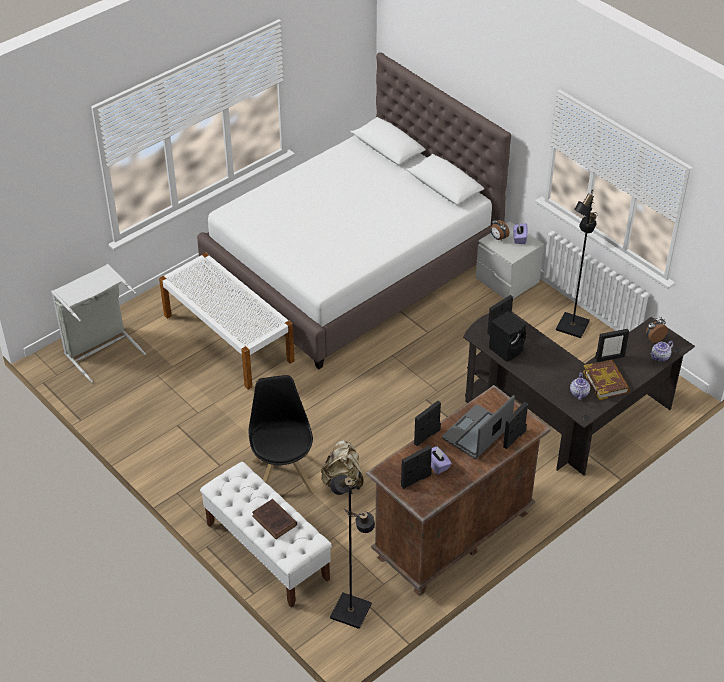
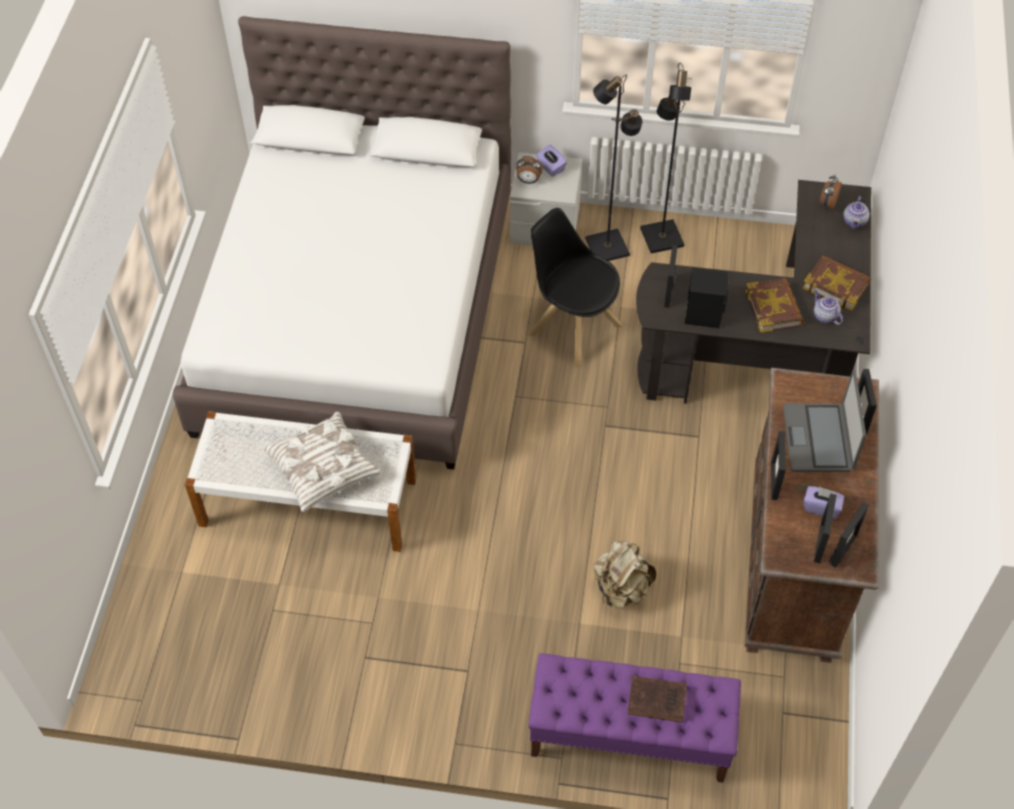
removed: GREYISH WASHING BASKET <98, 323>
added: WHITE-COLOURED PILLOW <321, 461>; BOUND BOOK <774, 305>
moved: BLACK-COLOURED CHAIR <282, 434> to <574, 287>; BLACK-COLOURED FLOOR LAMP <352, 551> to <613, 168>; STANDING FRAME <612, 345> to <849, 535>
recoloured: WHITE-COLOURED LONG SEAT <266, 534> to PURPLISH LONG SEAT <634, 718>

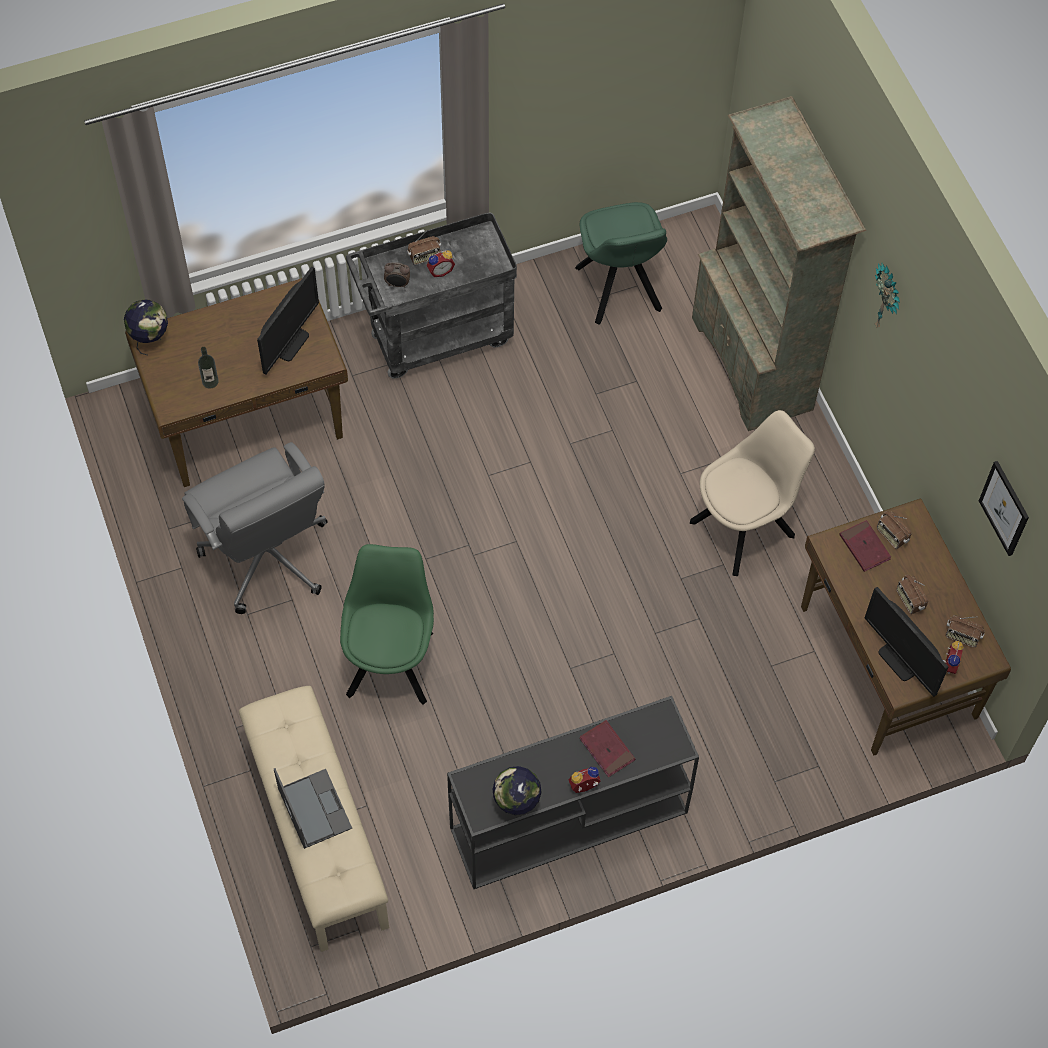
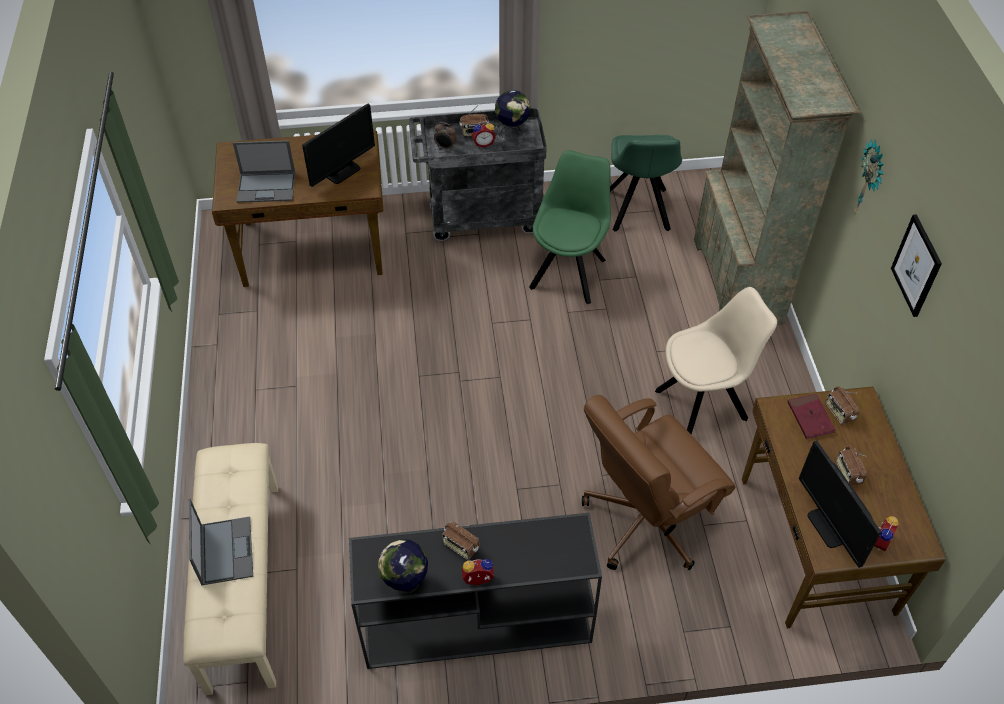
removed: GREYISH DESK CHAIR <255, 528>; RED BOUND BOOK <607, 748>
added: BROWN DESK CHAIR <659, 482>
moved: RADIO SET <965, 631> to <460, 541>; GLOBE <146, 327> to <512, 115>; GREEN-COLOURED CHAIR <387, 624> to <570, 227>; WALL ART <1004, 508> to <916, 265>
replaced: DRINK BOTTLE <208, 368> to NOTEBOOK COMPUTER <264, 171>

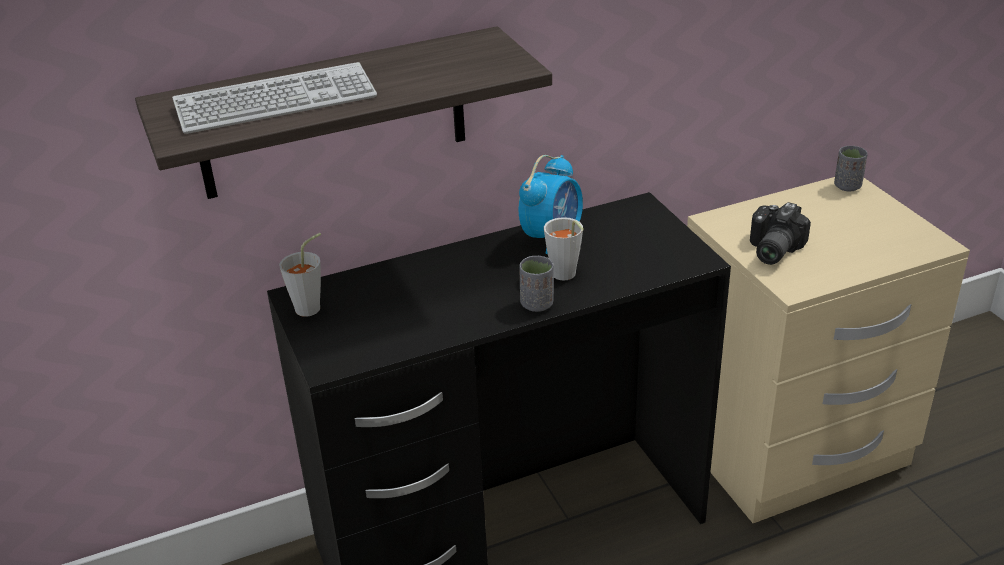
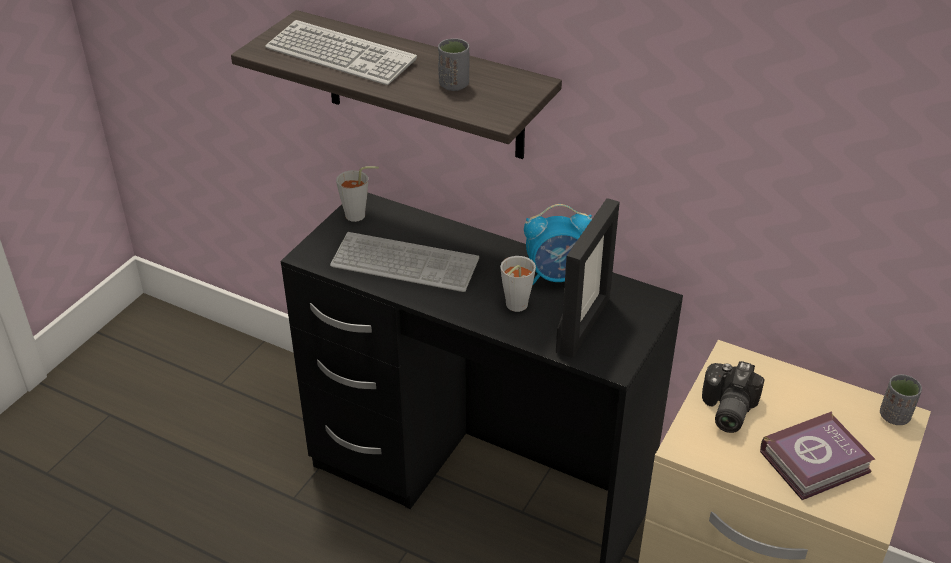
added: COMPUTER KEYBOARD <404, 262>; STANDING FRAME <588, 278>; BOUND BOOK <817, 455>
moved: GREYISH DRINKING CUP <536, 284> to <453, 64>
turned: STILL CAMERA <780, 233> = <733, 397> 60 degrees counterclockwise

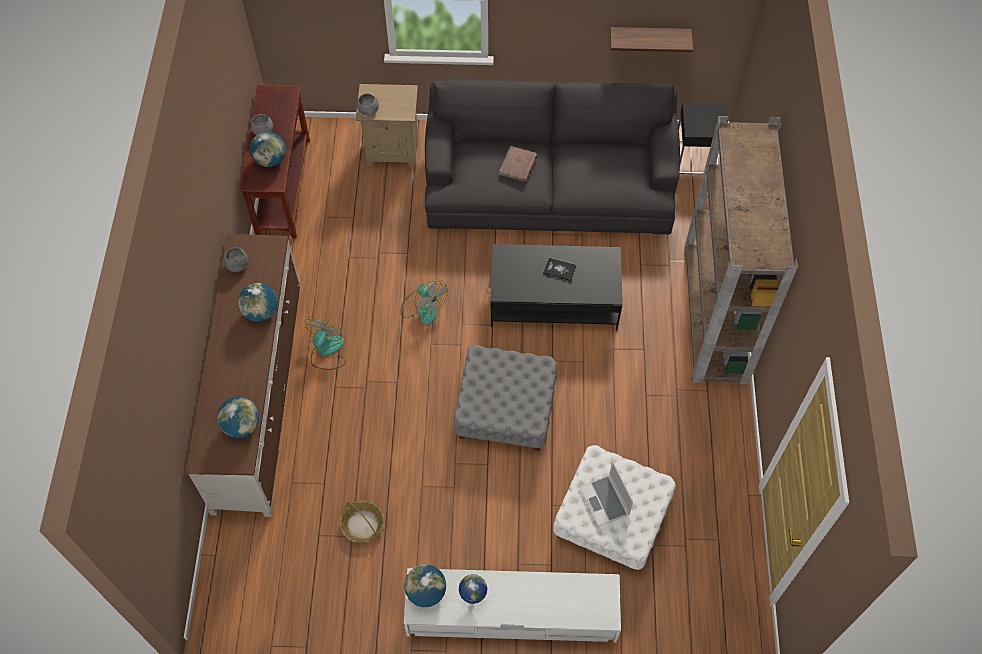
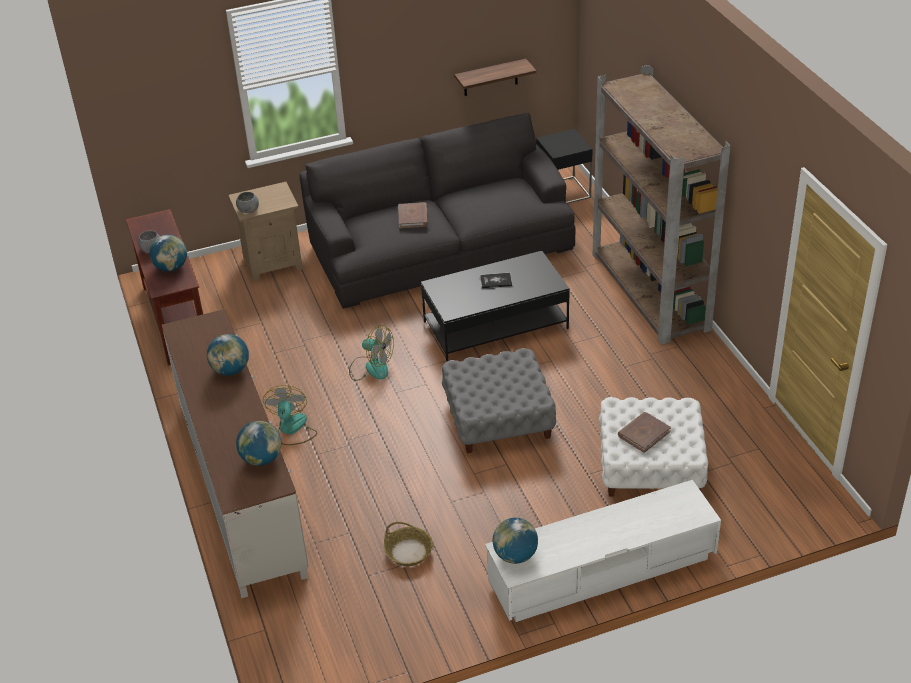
removed: GREYISH BOWL <235, 259>; GLOBE <473, 589>
replaced: NOTEBOOK COMPUTER <606, 494> to BROWN BOUND BOOK <644, 432>

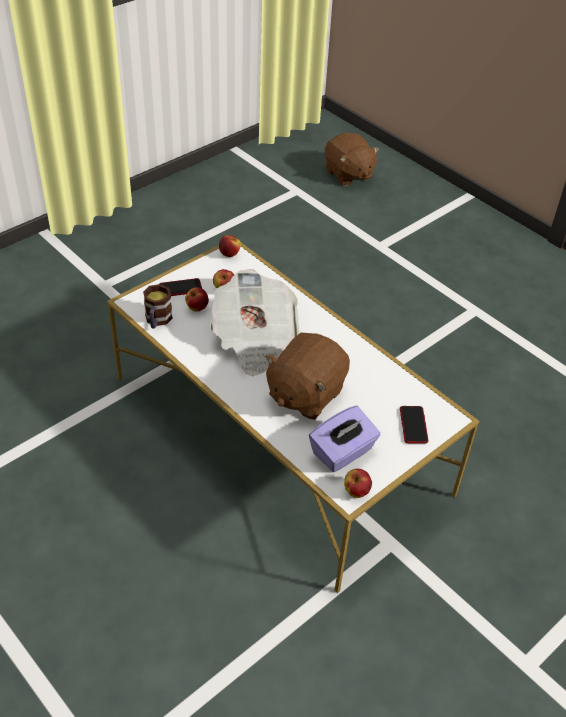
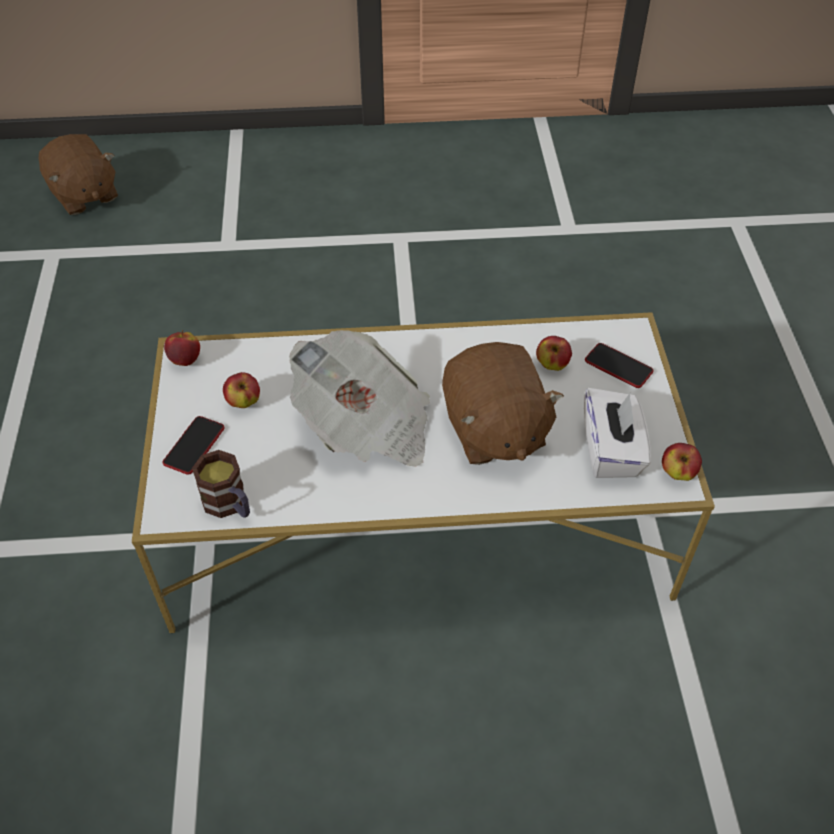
moved: APPLE <197, 299> to <554, 353>
recoloured: PURPLISH BOX OF TISSUES <344, 439> to WHITE-COLOURED BOX OF TISSUES <617, 433>
turned: BROWN SOFT TOY <352, 159> = <78, 174> 45 degrees clockwise

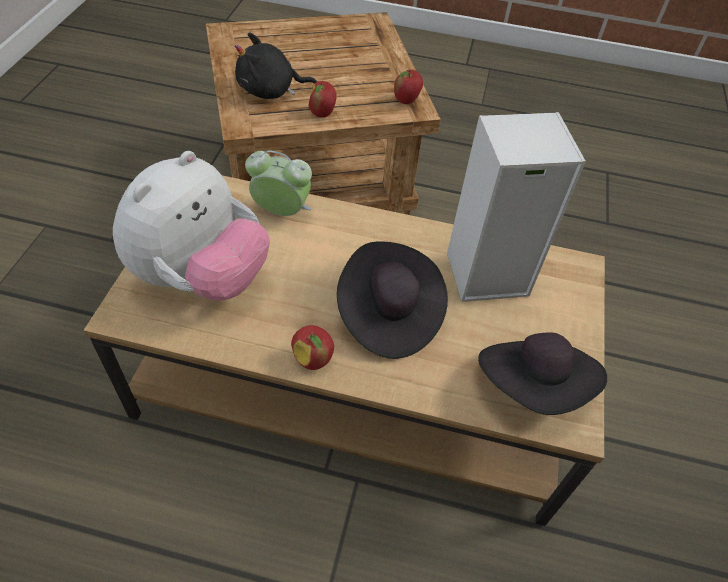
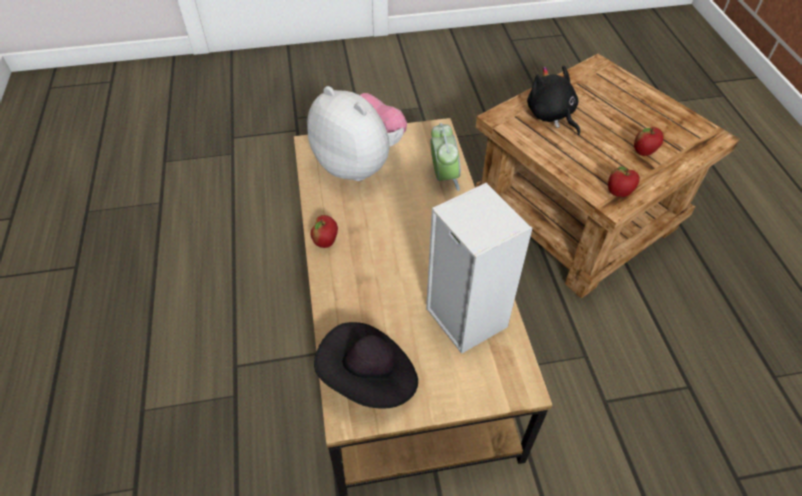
removed: BLACK-COLOURED HAT <392, 300>
moved: APPLE <323, 99> to <649, 141>
turned: SOFT TOY <191, 226> = <357, 133> 150 degrees counterclockwise

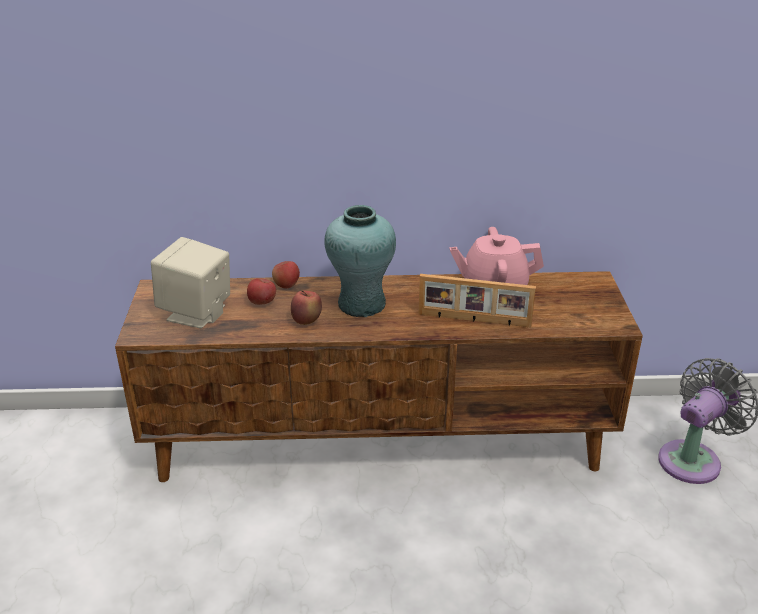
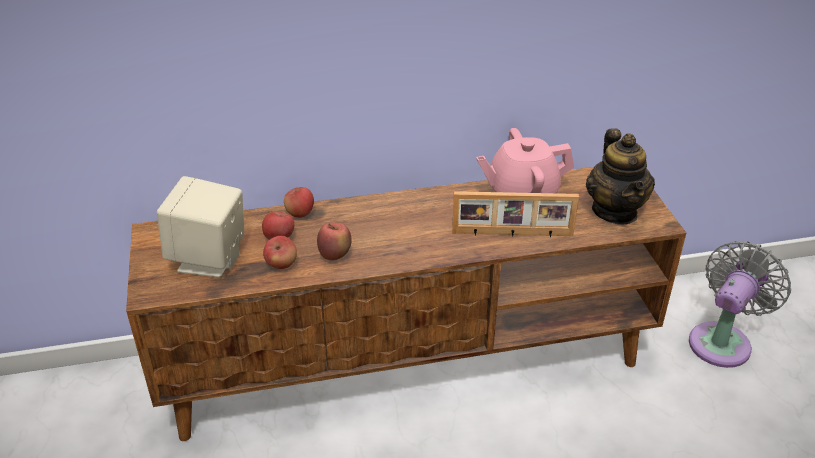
removed: BLUE-GREEN FLOWER VASE <360, 261>
added: APPLE <280, 252>; TEAPOT <620, 176>

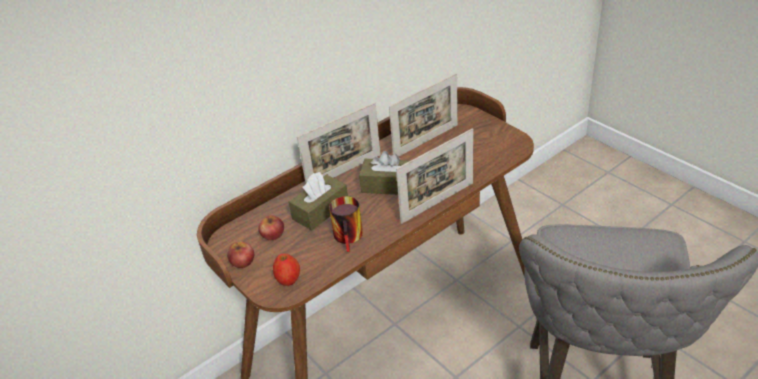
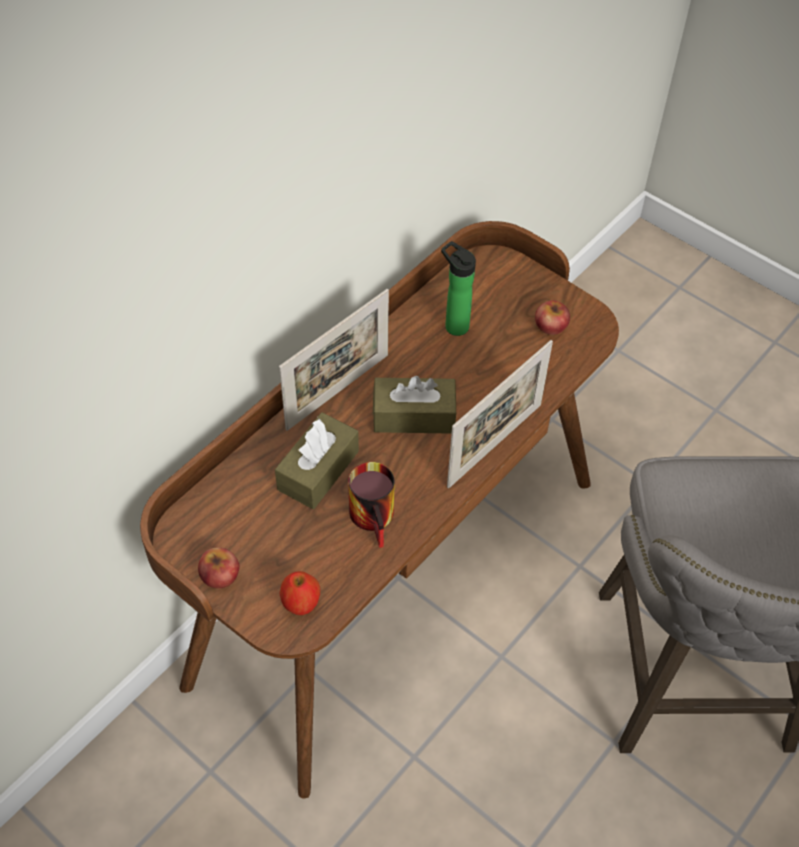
moved: APPLE <271, 227> to <552, 317>
replaced: STANDING FRAME <423, 115> to DRINK BOTTLE <458, 288>

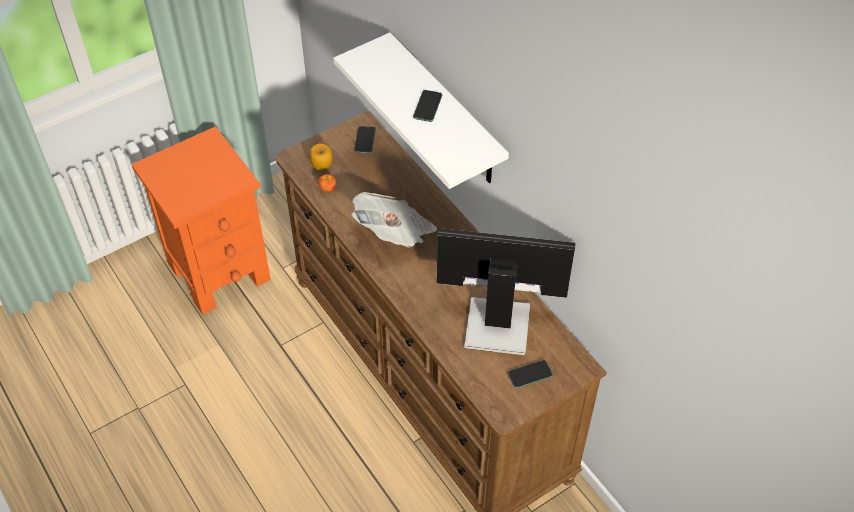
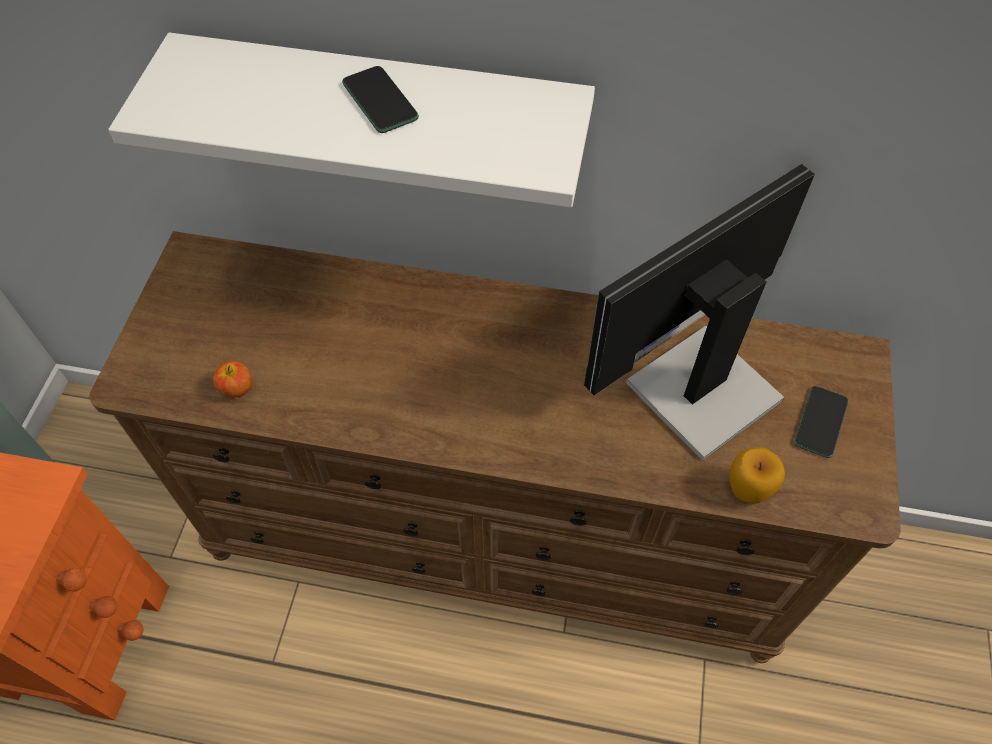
removed: PRINTED PAPER <394, 220>; TELEPHONE <365, 140>
moved: APPLE <321, 157> to <757, 475>

